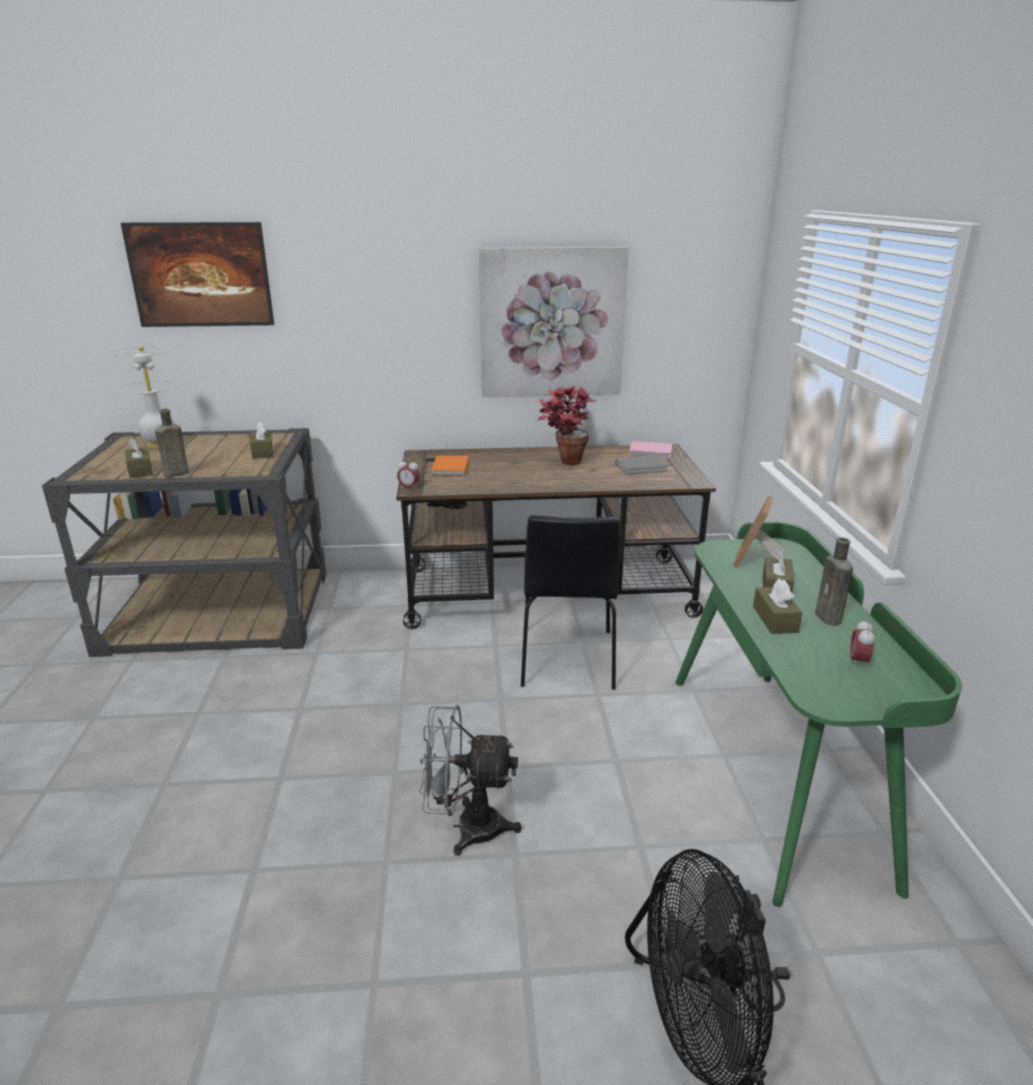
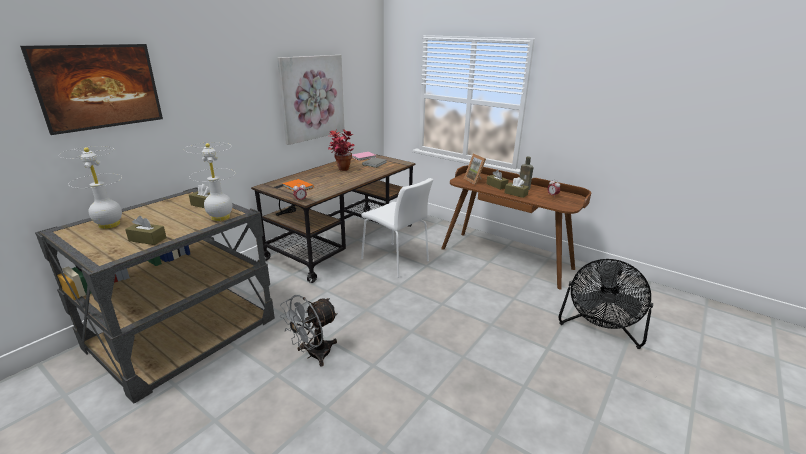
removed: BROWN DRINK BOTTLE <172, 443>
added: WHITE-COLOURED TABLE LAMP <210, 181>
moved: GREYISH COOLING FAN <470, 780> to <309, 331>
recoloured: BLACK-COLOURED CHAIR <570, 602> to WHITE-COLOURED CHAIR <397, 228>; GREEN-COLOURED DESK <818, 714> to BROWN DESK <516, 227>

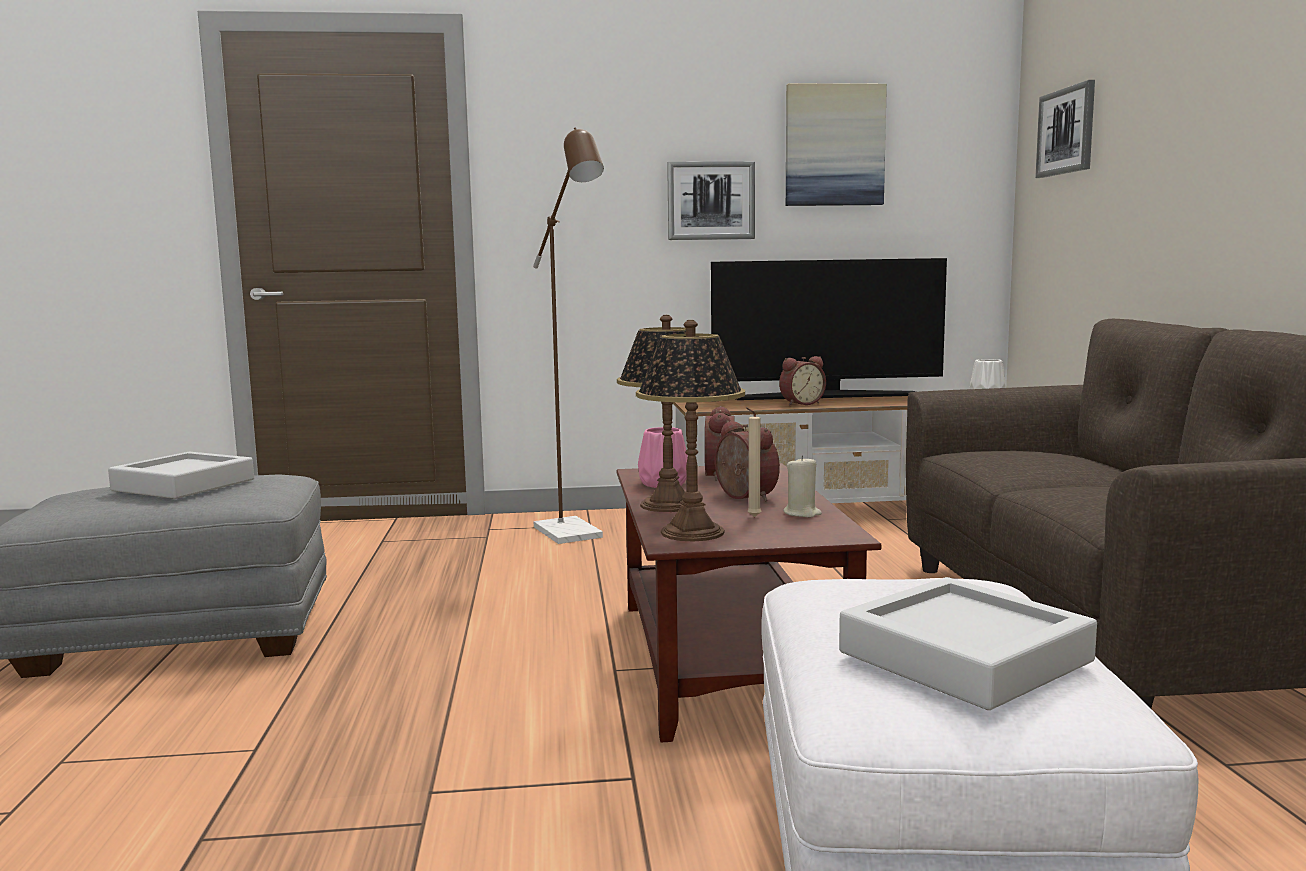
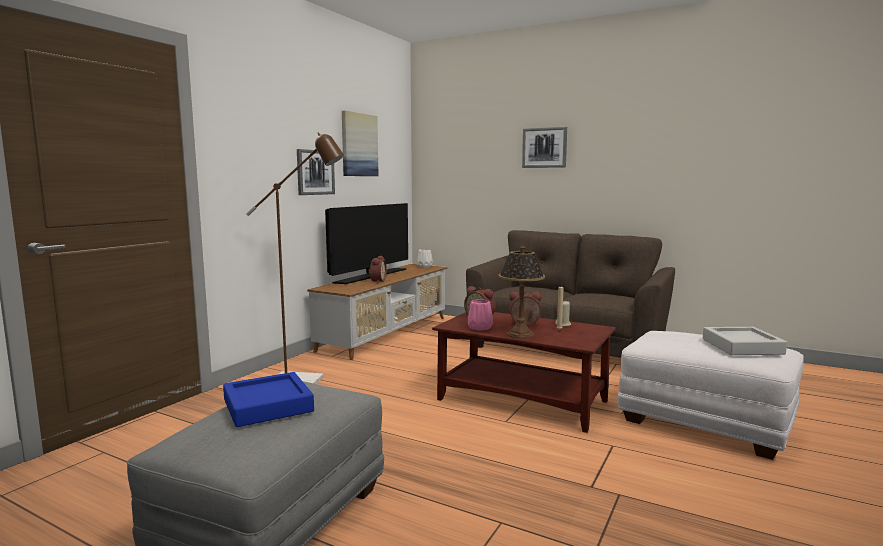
removed: TABLE LAMP <690, 430>
moved: WALL ART <1065, 129> to <544, 147>
recoloured: GREYISH CARRYING TRAY <181, 475> to BLUISH CARRYING TRAY <268, 399>

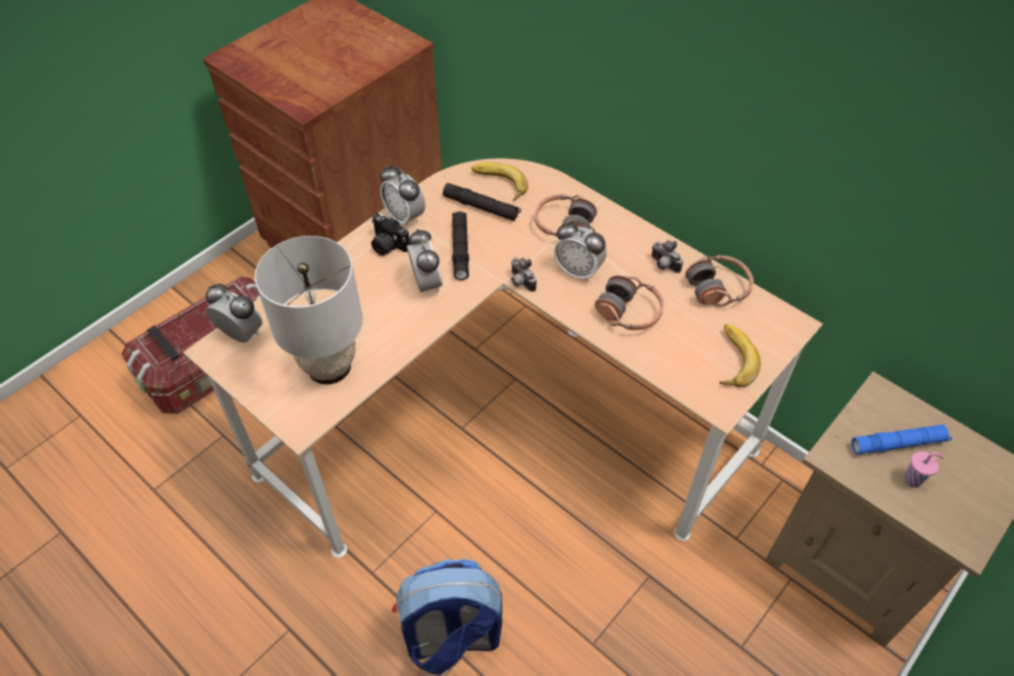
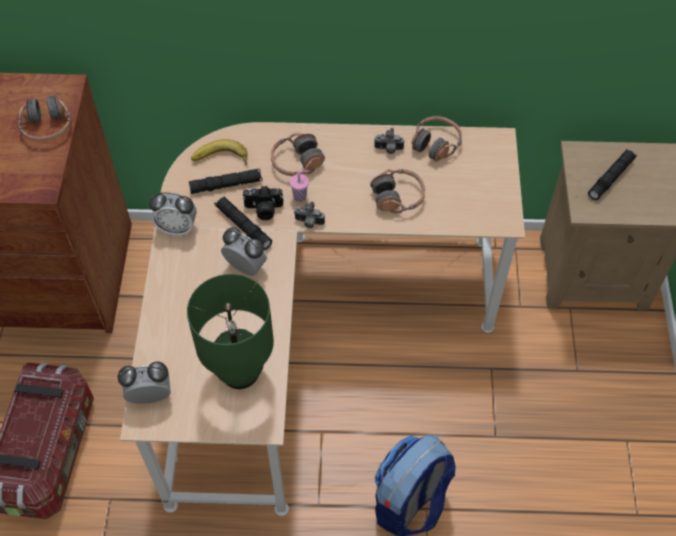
removed: TABLE CLOCK <580, 251>; WHOLE BANANA <740, 355>
added: PAIR OF HEADPHONES <44, 118>
moved: STILL CAMERA <390, 234> to <263, 203>; PINK-COLOURED DRINKING CUP <924, 469> to <299, 186>
recoloured: WHITE-COLOURED TABLE LAMP <309, 310> to GREEN-COLOURED TABLE LAMP <230, 331>; BLUISH TORCH <901, 439> to BLACK-COLOURED TORCH <612, 174>

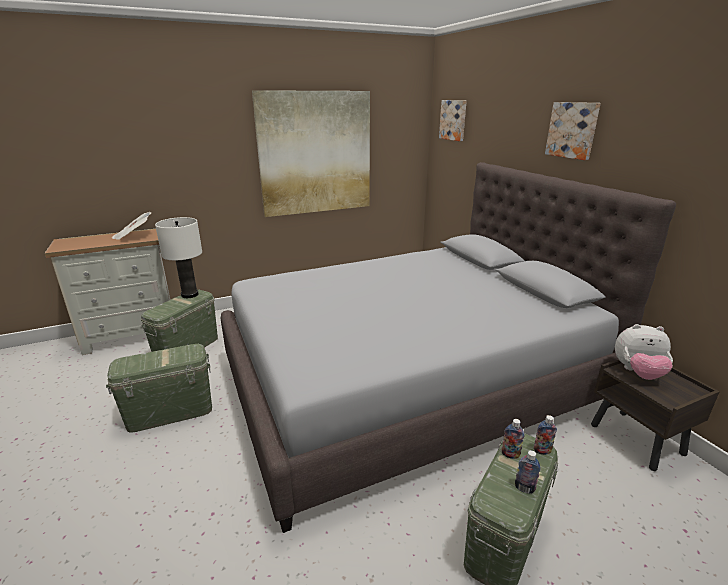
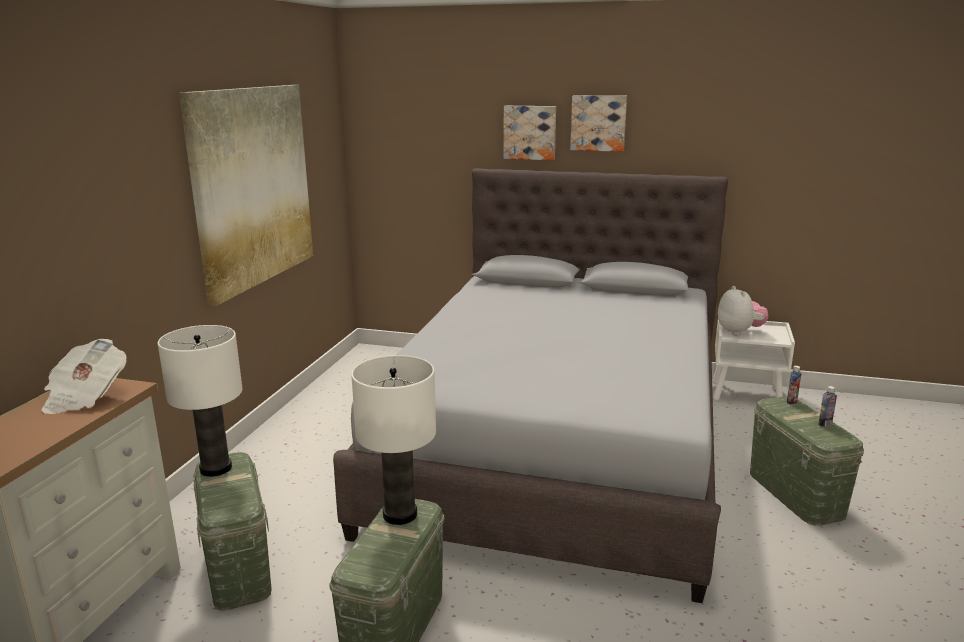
removed: DRINK BOTTLE <512, 439>
added: WHITE-COLOURED TABLE LAMP <393, 440>
moved: WALL ART <453, 120> to <529, 133>
recoloured: BROWN NIGHTSTAND <655, 415> to WHITE-COLOURED NIGHTSTAND <754, 360>
turned: SOFT TOY <644, 352> = <743, 311> 60 degrees counterclockwise

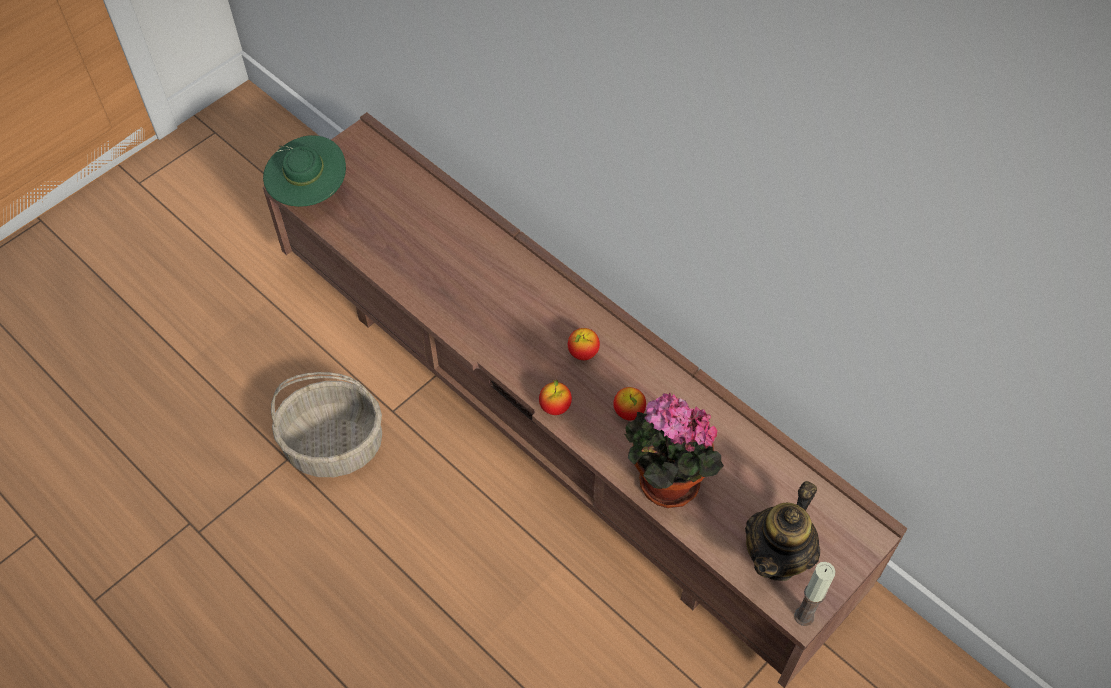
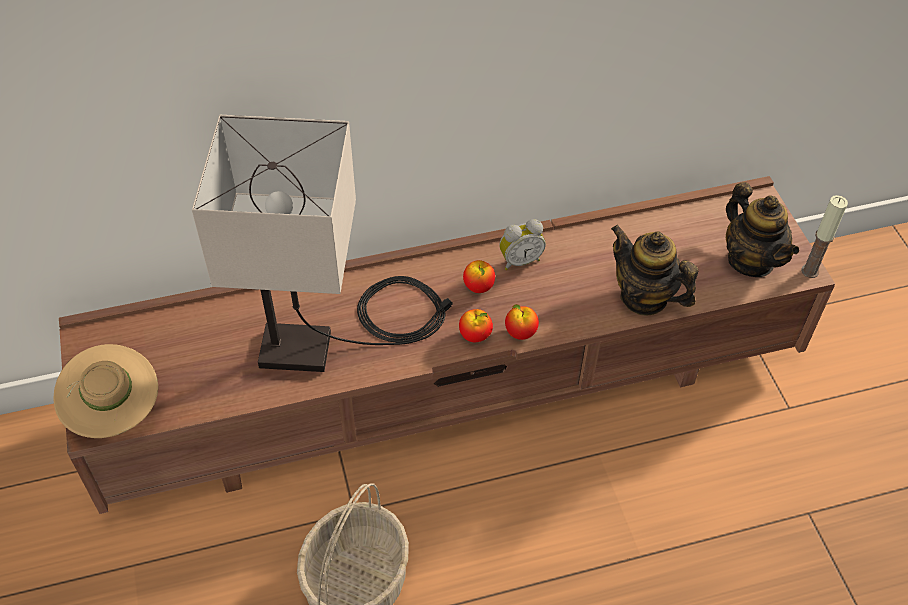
added: TABLE LAMP <322, 243>; TABLE CLOCK <522, 244>
moved: APPLE <629, 404> to <476, 325>
replaced: HOUSEPLANT <674, 450> to TEAPOT <654, 270>
recoloured: GREEN-COLOURED HAT <304, 171> to SAND-COLOURED HAT <105, 391>

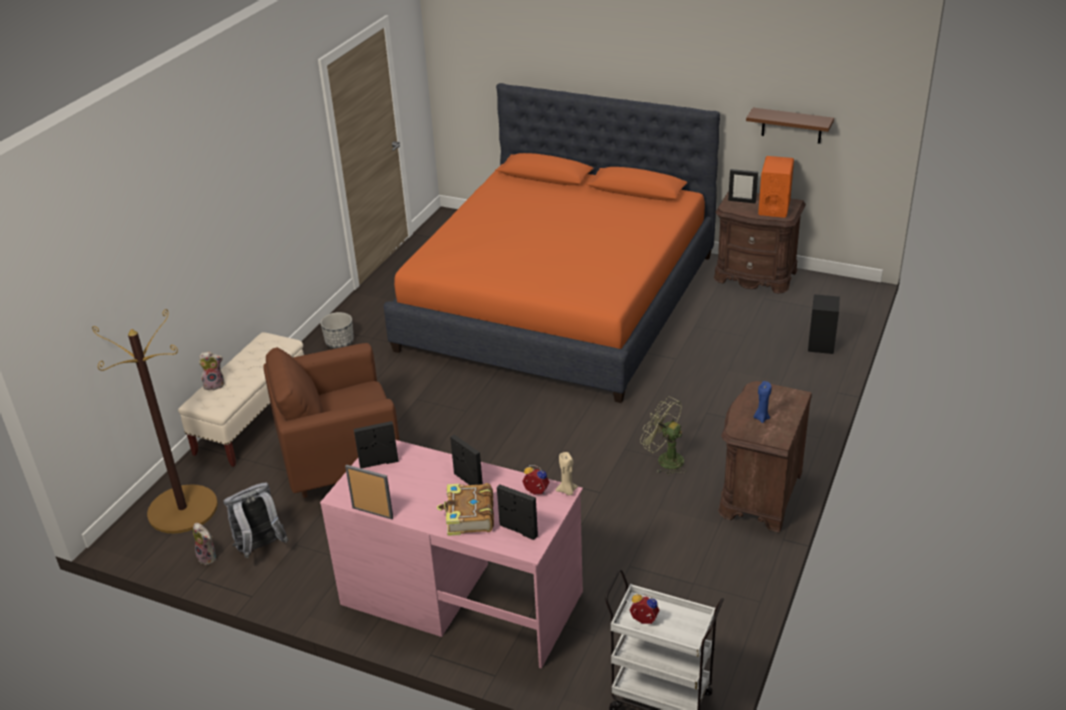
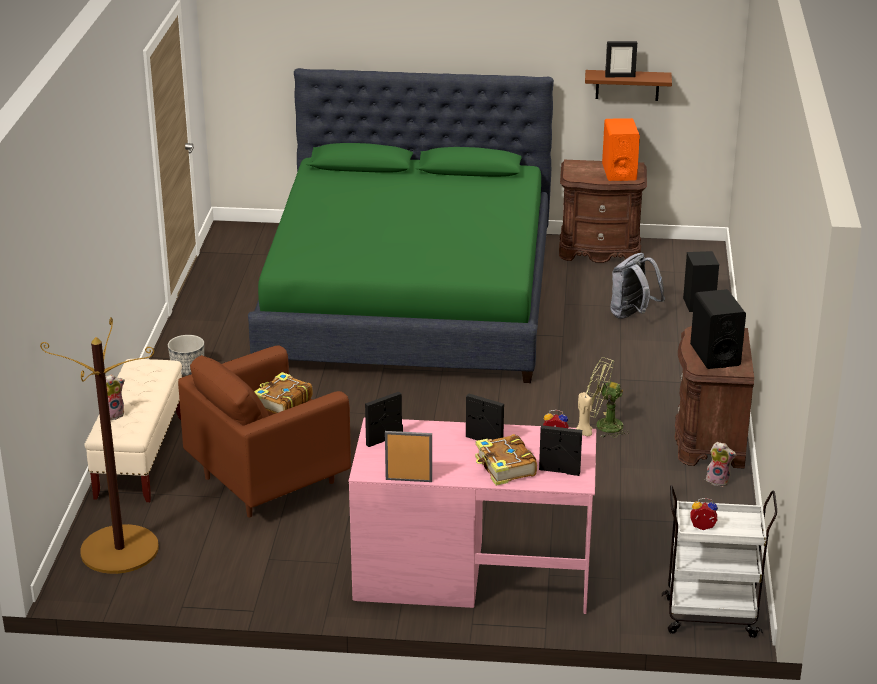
added: BOUND BOOK <283, 393>
moved: STANDING FRAME <743, 186> to <621, 59>; GREYISH RUCKSACK <256, 520> to <637, 286>; SOFT TOY <204, 544> to <721, 464>
replaced: BLUISH CANDLE <763, 402> to BLACK-COLOURED AUDIO SPEAKER <718, 329>
recoloured: ORANGE SLEEPING BED <552, 243> to GREEN-COLOURED SLEEPING BED <401, 225>

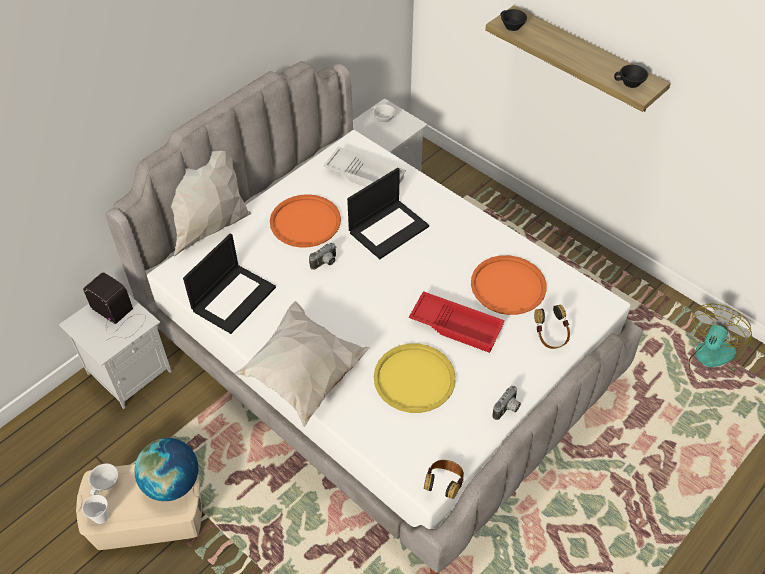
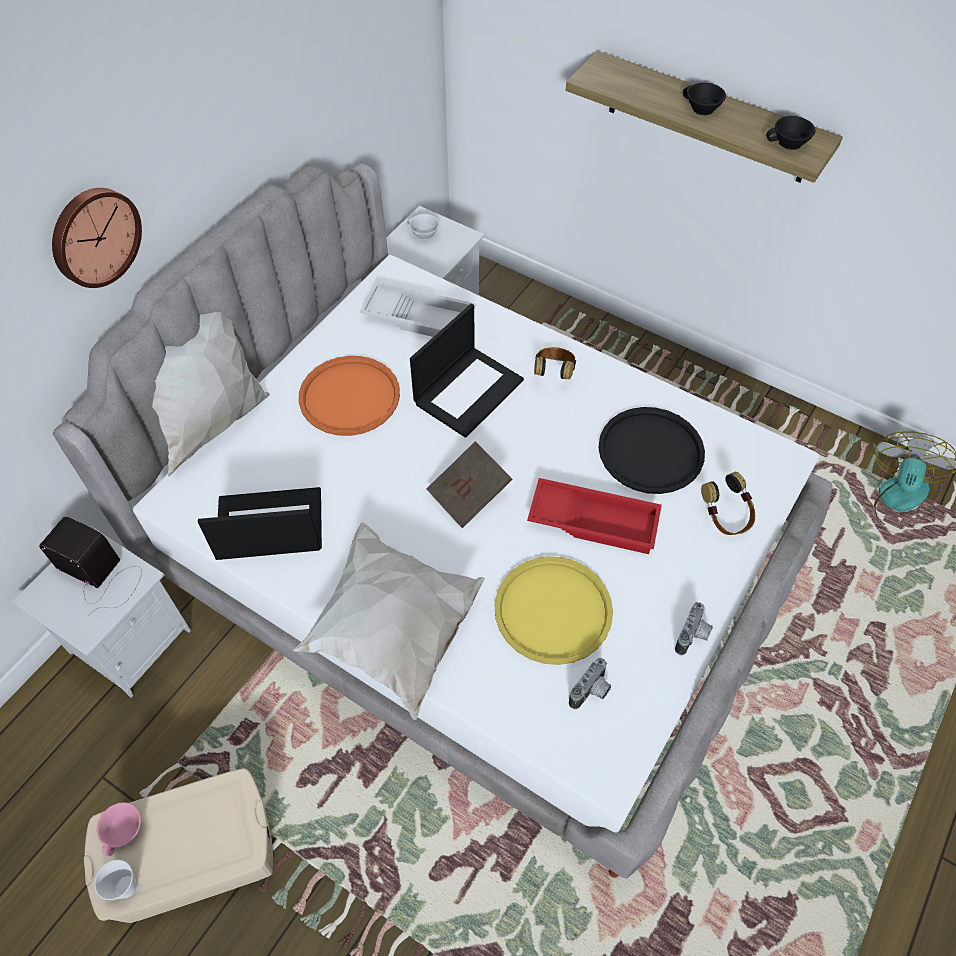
removed: GLOBE <166, 469>
added: WALL CLOCK <97, 238>; BROWN BOUND BOOK <470, 484>
moved: PAIR OF HEADPHONES <444, 479> to <555, 363>; STILL CAMERA <322, 256> to <590, 683>; BLACK-COLOURED DRINKING CUP <514, 20> to <704, 99>
recoloured: WHITE-COLOURED DRINKING CUP <103, 479> to PINK-COLOURED DRINKING CUP <119, 829>; ORANGE CARRYING TRAY <509, 285> to BLACK-COLOURED CARRYING TRAY <652, 450>
turned: NOTEBOOK COMPUTER <229, 283> = <260, 523> 120 degrees counterclockwise

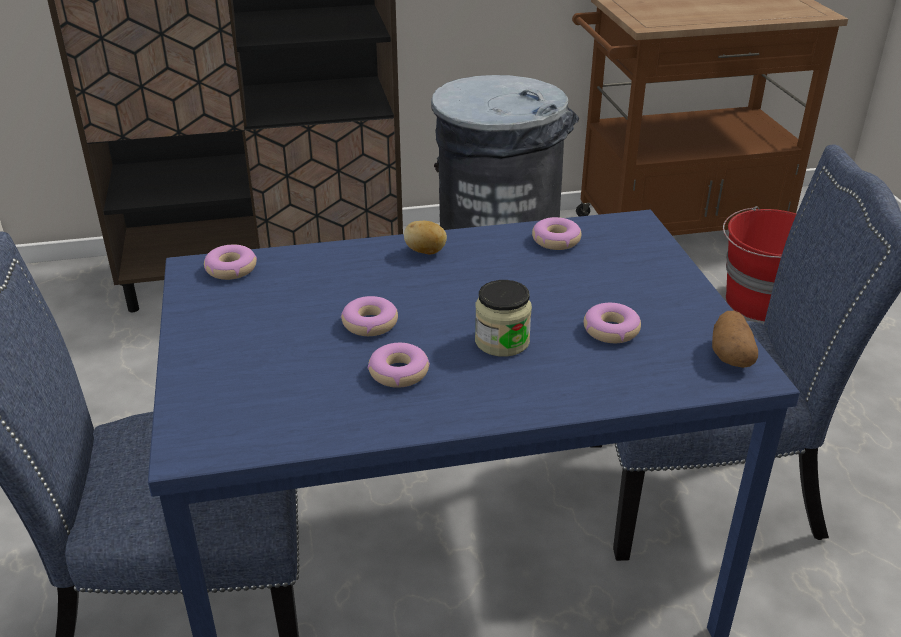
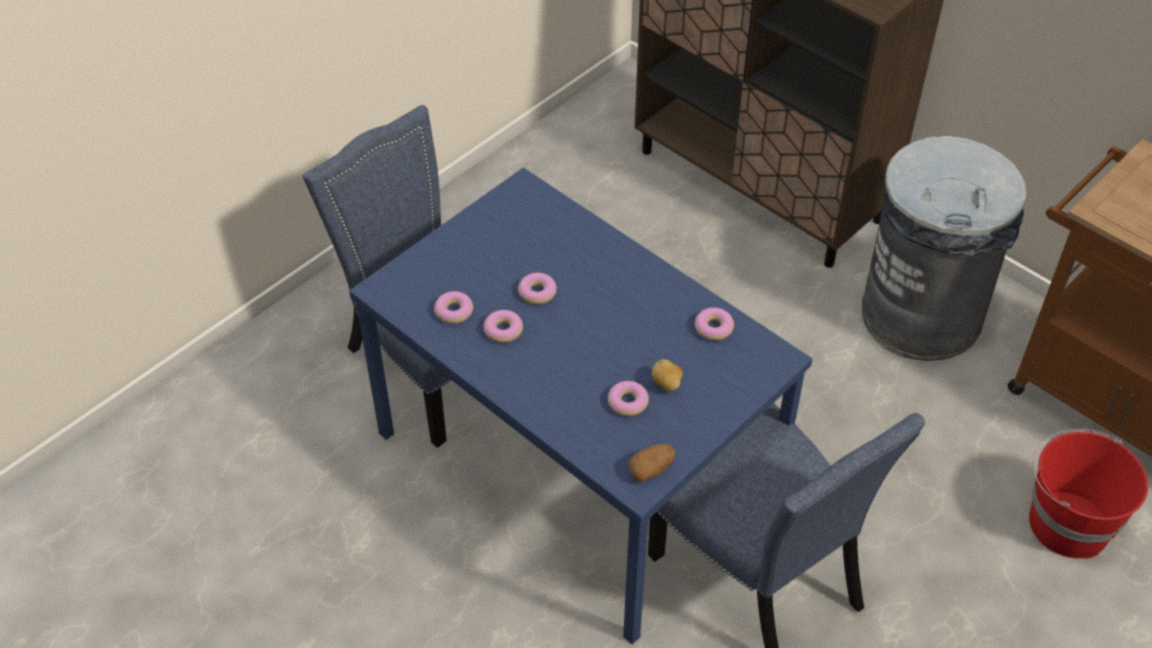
removed: PRESERVE JAR <503, 318>
moved: DOUGHNUT <230, 262> to <453, 307>; POTATO <425, 237> to <667, 375>

